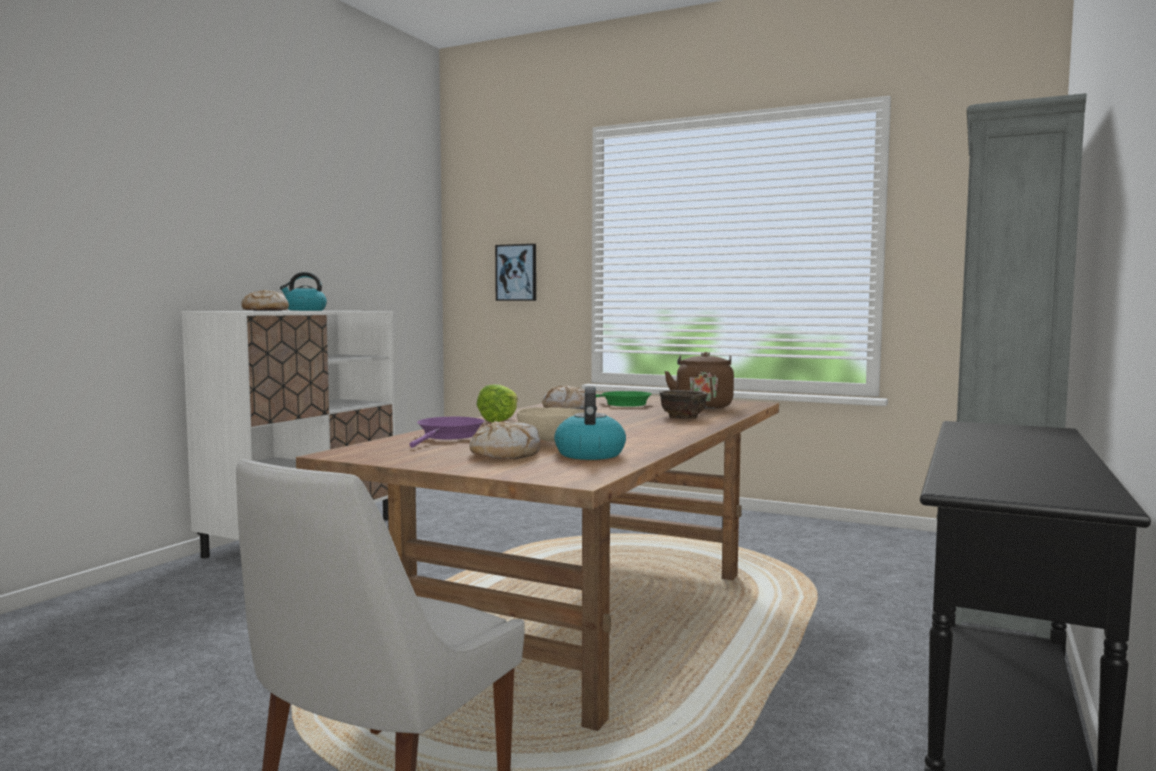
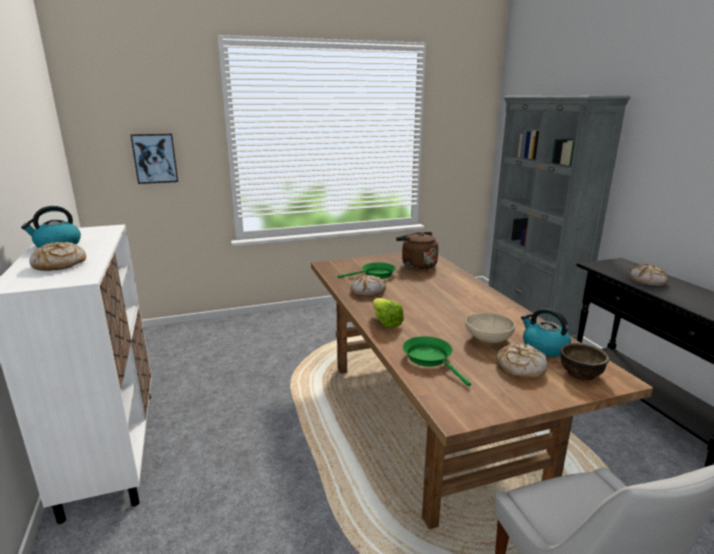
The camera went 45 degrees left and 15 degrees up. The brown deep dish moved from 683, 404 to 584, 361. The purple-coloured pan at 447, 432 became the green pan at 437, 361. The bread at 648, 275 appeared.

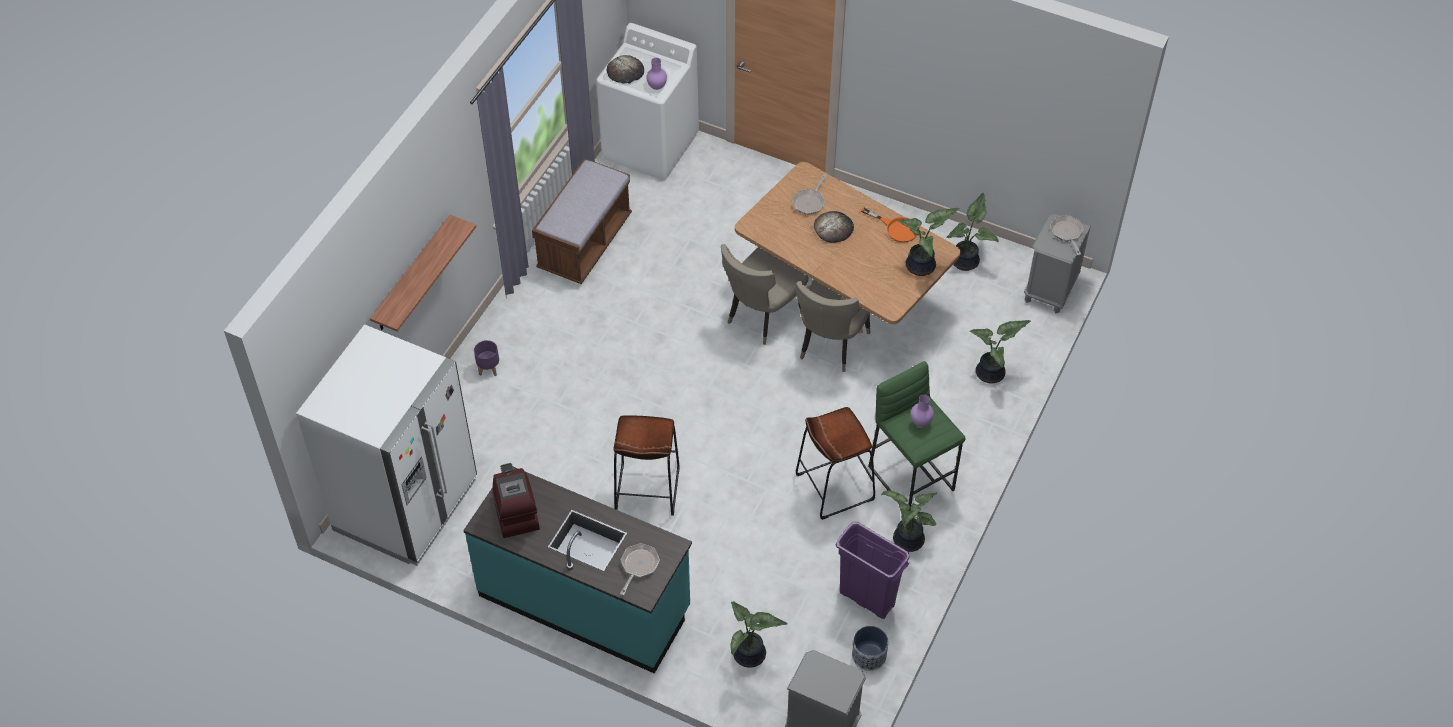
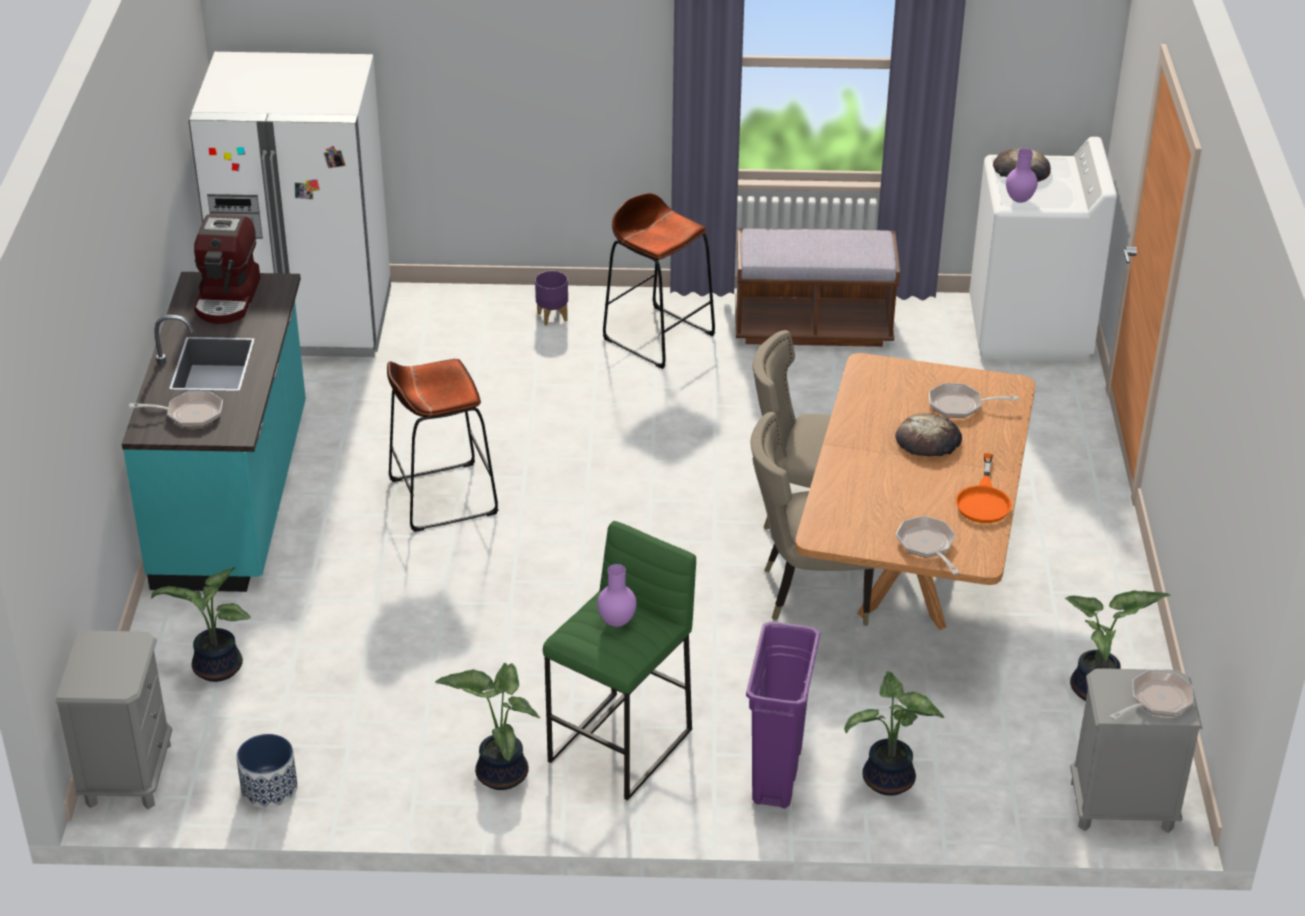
The camera went 65 degrees right and 15 degrees down. The plant in a pot at 929, 242 was replaced by the pan at 928, 545. The bracket shelf at 423, 273 disappeared. The brown stool seat moved from 835, 463 to 659, 281. The coffee brewer at 516, 500 turned 135 degrees clockwise. The purple-coloured trash can moved from 873, 570 to 783, 715.

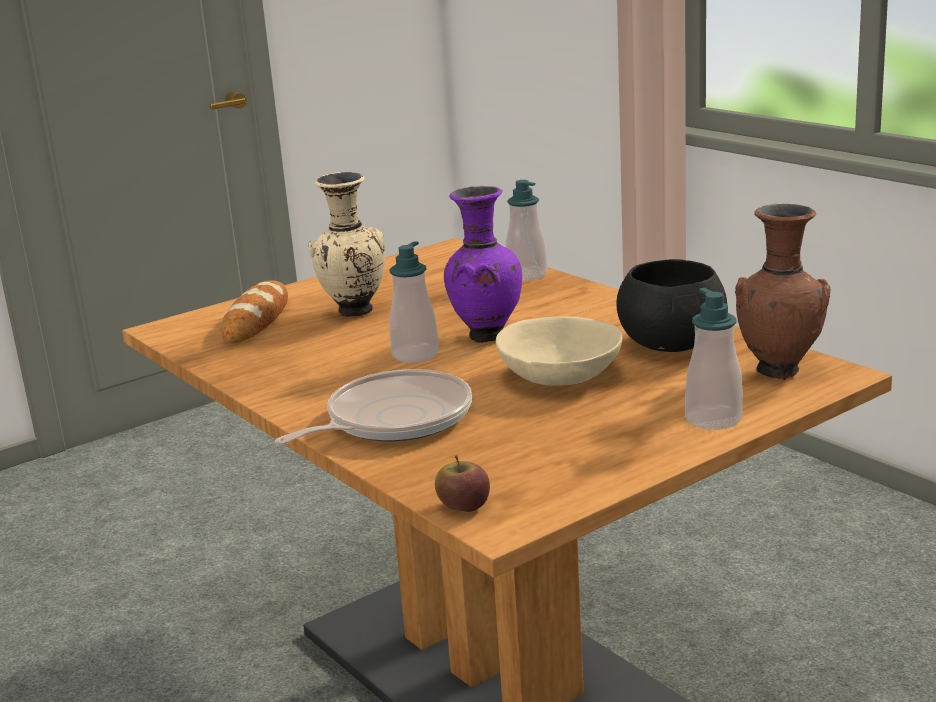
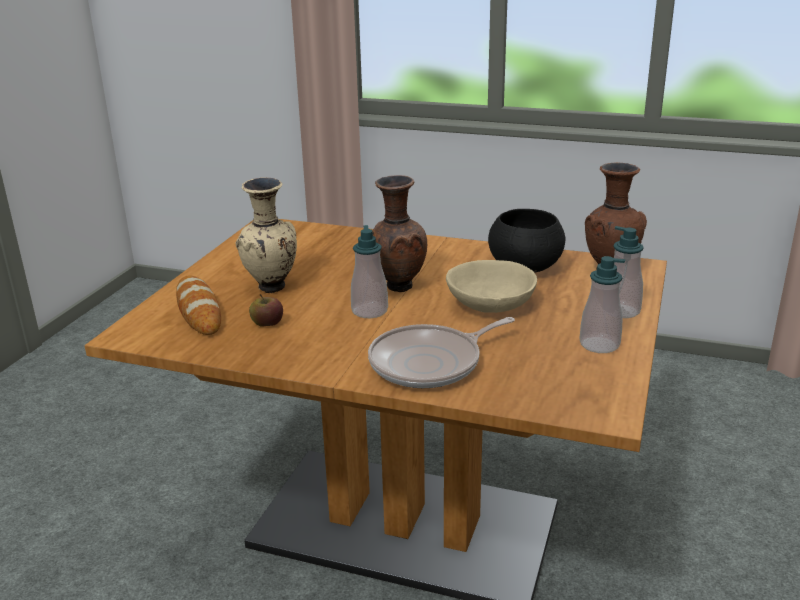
The camera went 35 degrees left and 5 degrees up. The soap bottle moved from 526, 230 to 602, 304. The purple-coloured vase at 483, 264 became the brown vase at 399, 233. The pan at 373, 407 turned 135 degrees counterclockwise. The apple moved from 462, 483 to 266, 310.

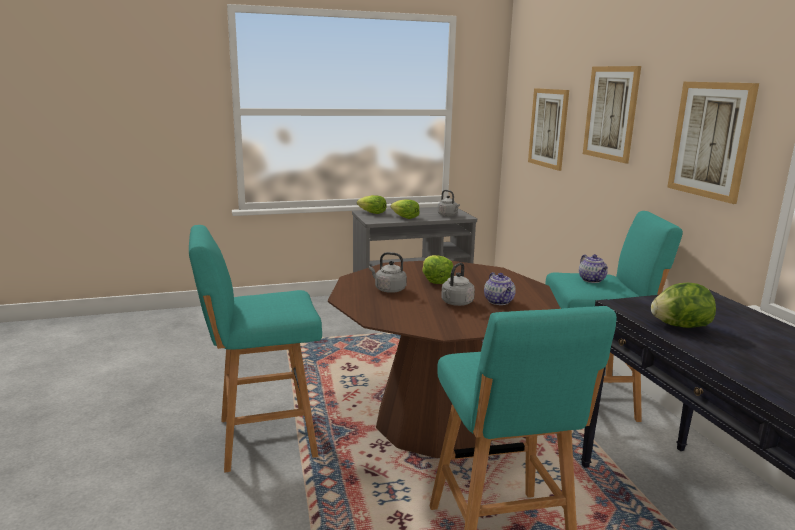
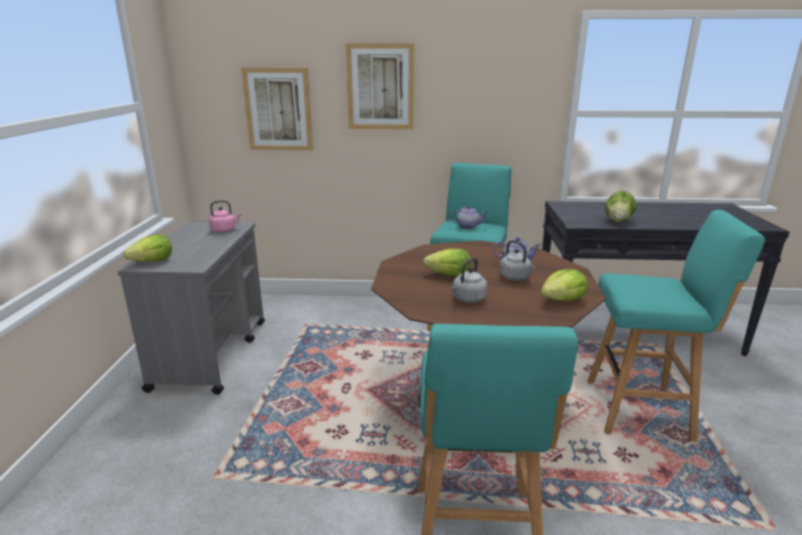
The camera went 70 degrees left and 5 degrees up. The wall picture at 713, 143 disappeared. The greyish tea kettle at 449, 203 became the pinkish tea kettle at 225, 216. The head of lettuce moved from 405, 209 to 564, 285.

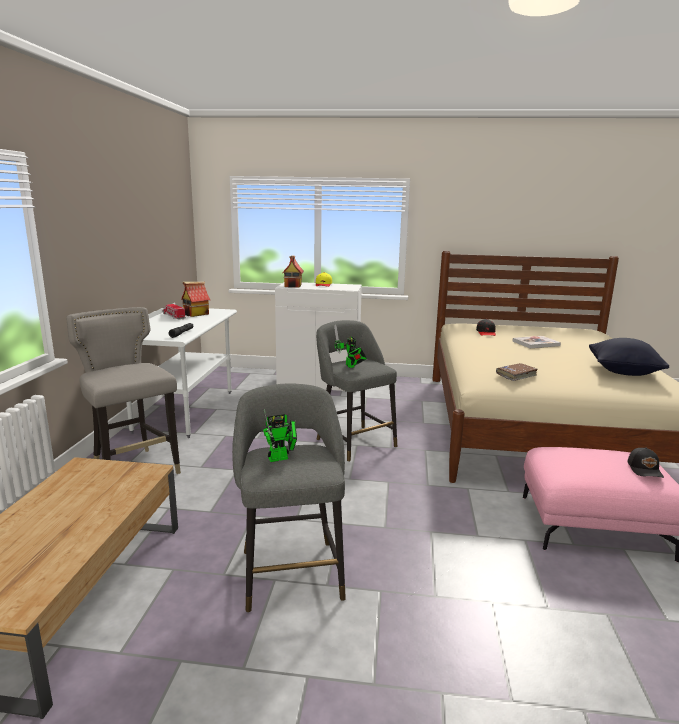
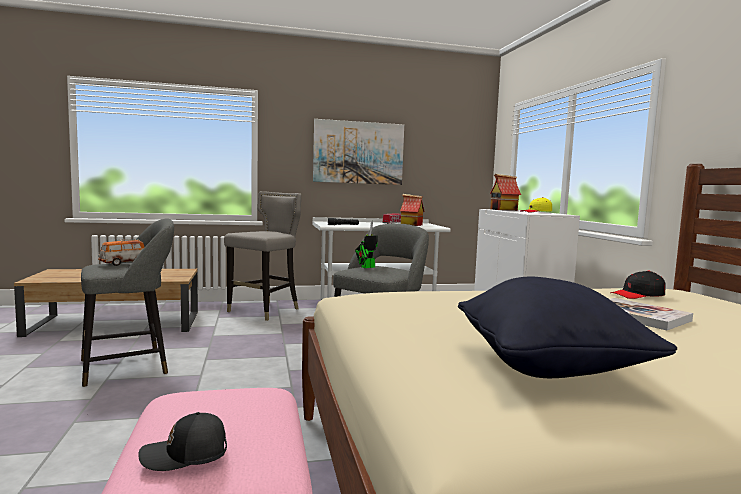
The camera went 70 degrees right and 10 degrees down. The brown book at 516, 372 disappeared. The model robot at 280, 435 was replaced by the model car at 121, 252. The wall picture at 358, 152 appeared.

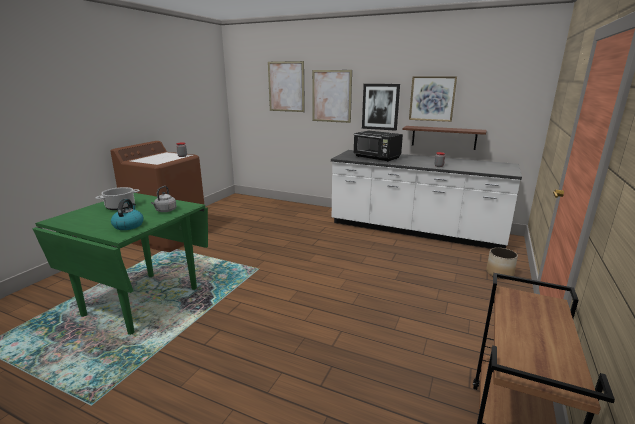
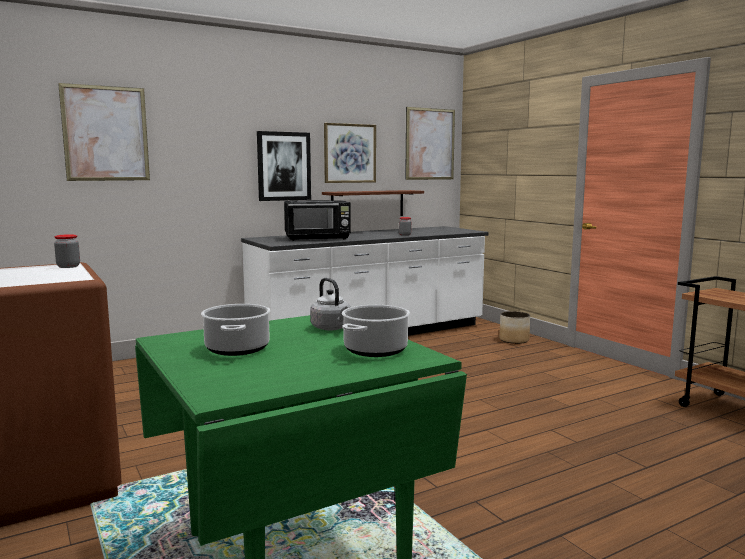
The camera went 55 degrees left and 10 degrees down. The wall picture moved from 332, 96 to 430, 143. The tea kettle at 127, 214 was replaced by the cooking pot at 376, 331.

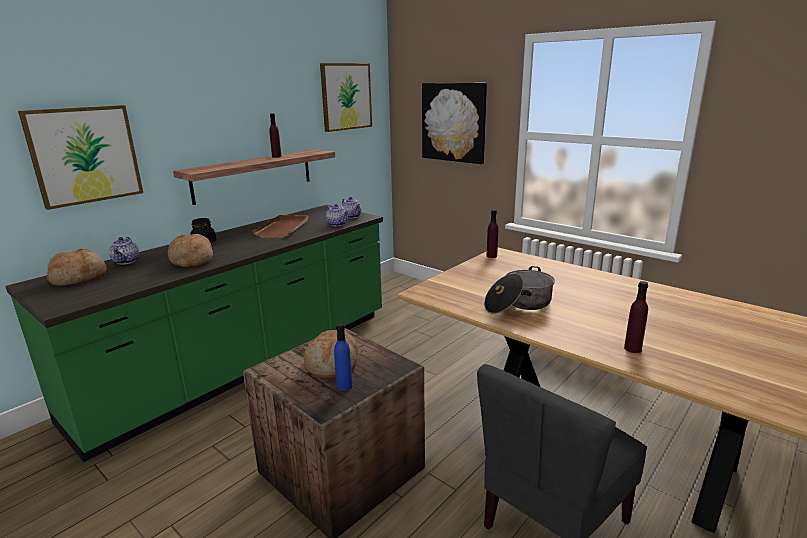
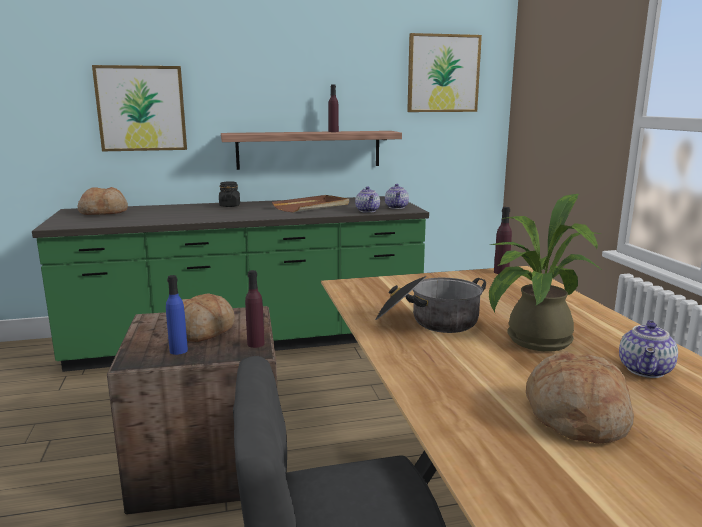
The camera went 35 degrees right and 5 degrees down. The wall picture at 454, 123 disappeared. The bread moved from 190, 250 to 580, 397. The teapot moved from 124, 251 to 648, 349. The purple-coloured beverage bottle moved from 636, 317 to 255, 309. The plant in a pot at 546, 272 appeared.

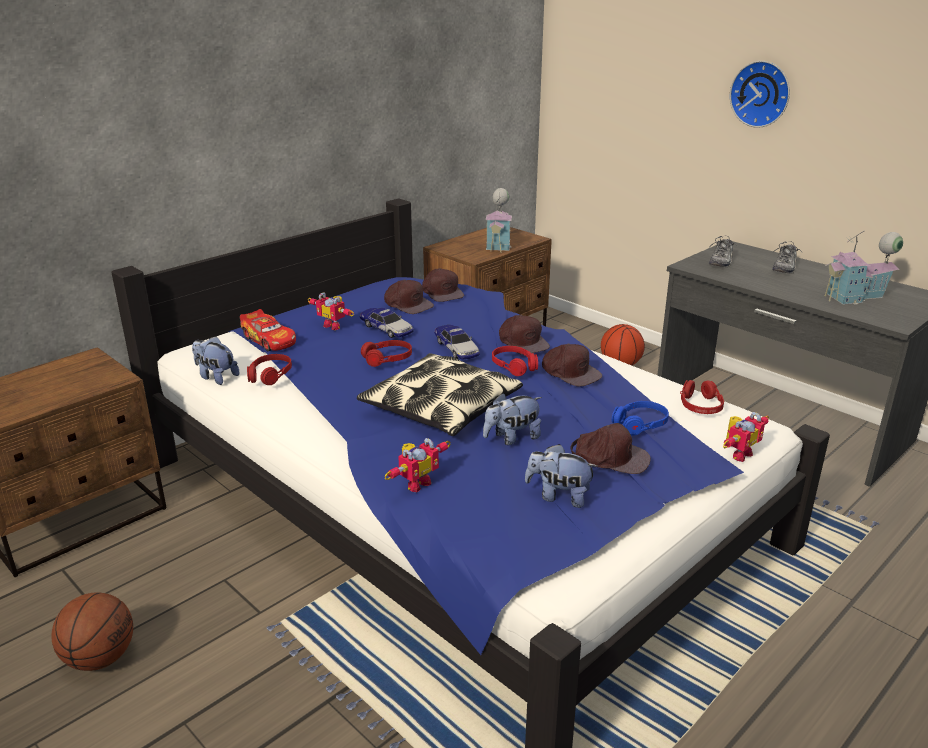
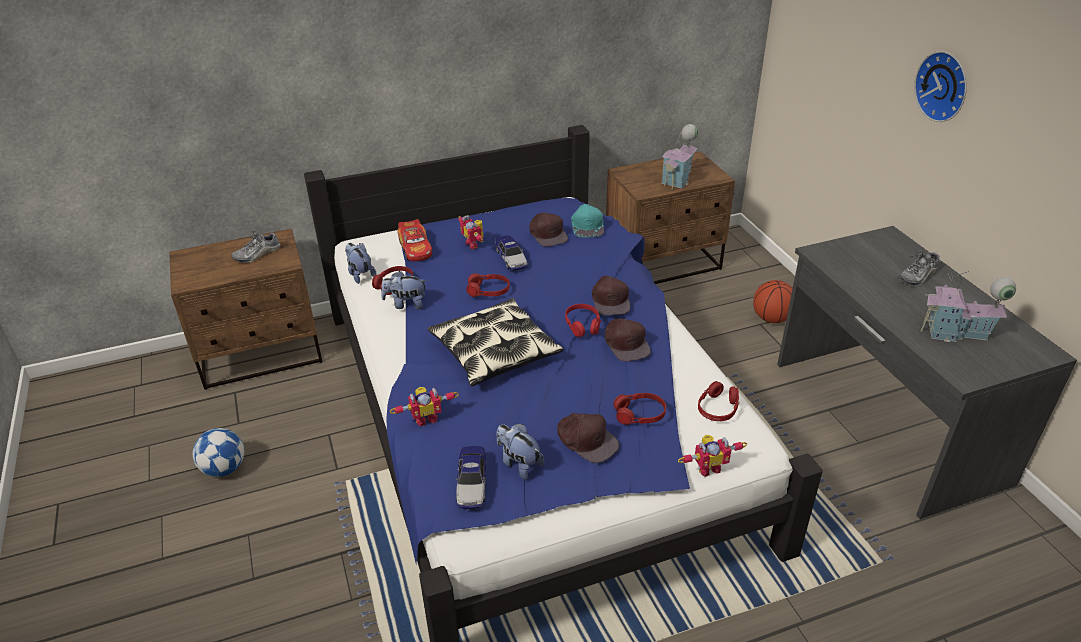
The camera went 25 degrees right and 10 degrees up. The item of footwear moved from 723, 251 to 255, 247. The brown peaked cap at 443, 285 became the turquoise peaked cap at 587, 220. The model car moved from 457, 342 to 470, 477. The plush toy moved from 512, 419 to 404, 290. The blue pair of headphones at 640, 418 became the red pair of headphones at 639, 409. The basketball ball at 92, 631 was replaced by the football at 218, 452.

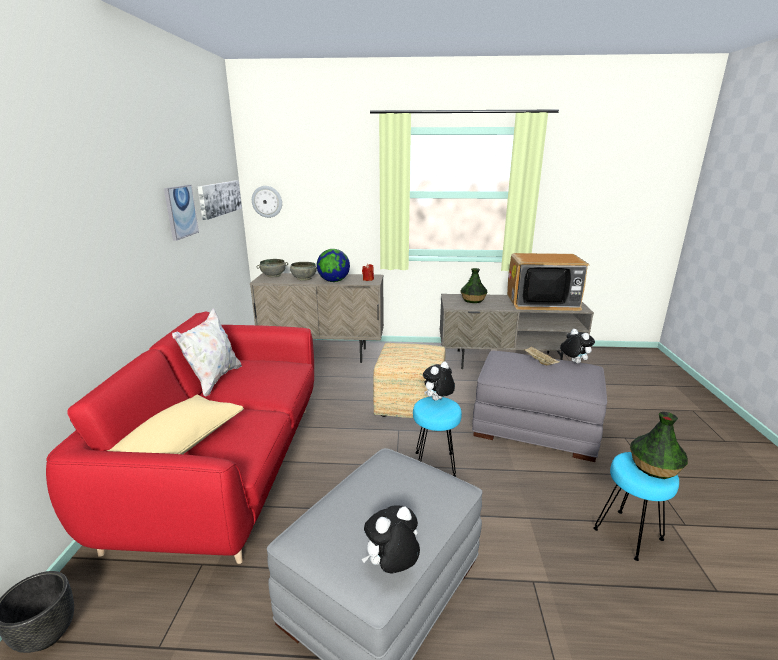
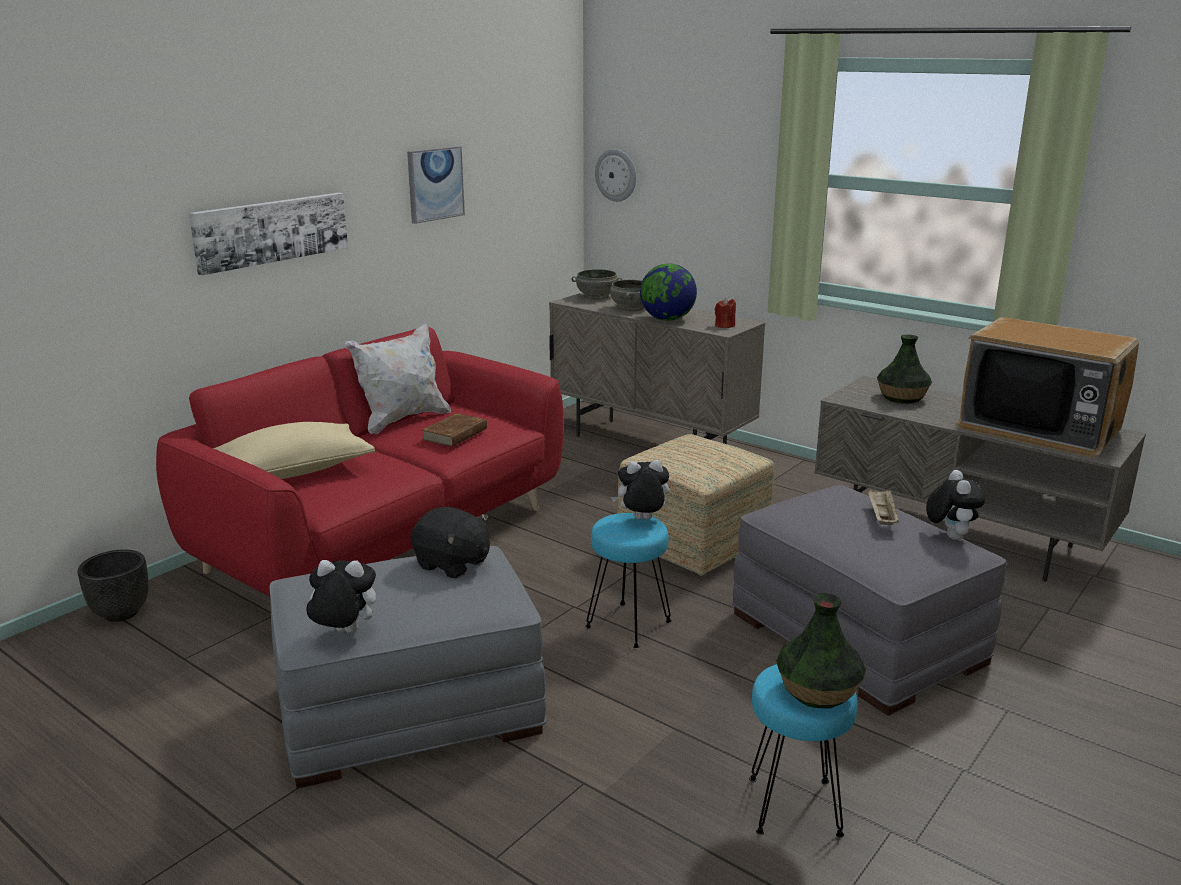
The camera went 35 degrees right and 0 degrees up. The wall picture moved from 220, 200 to 268, 234. The brown book at 454, 430 appeared. The black-coloured plush toy at 450, 543 appeared.

